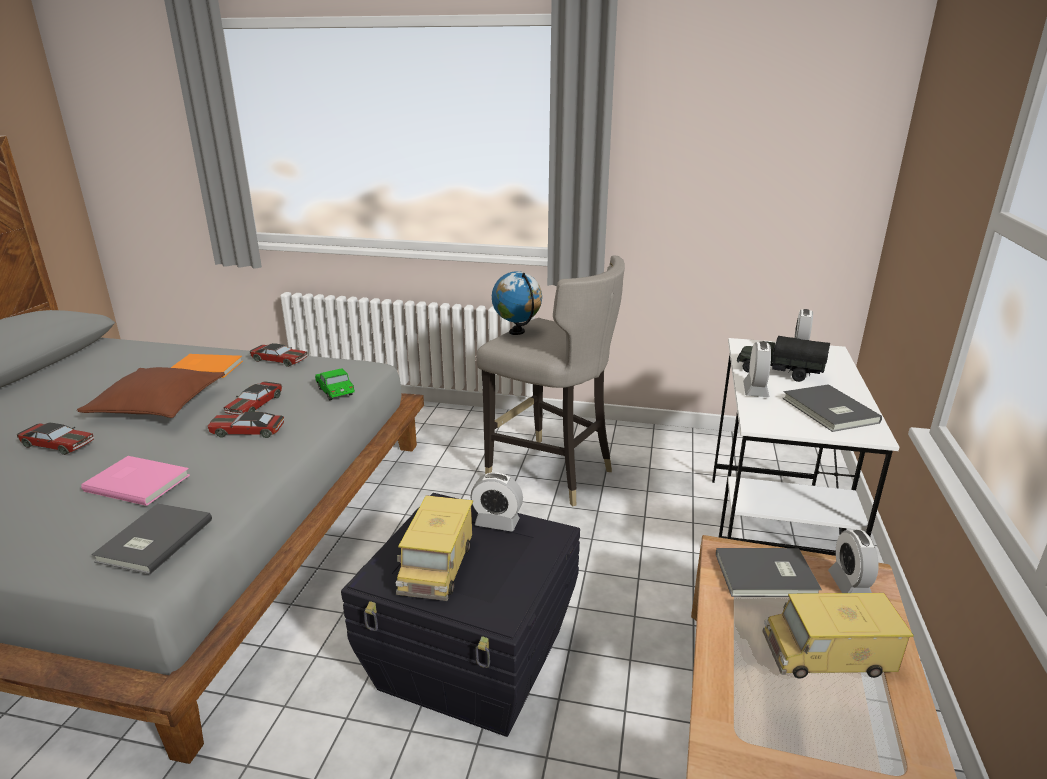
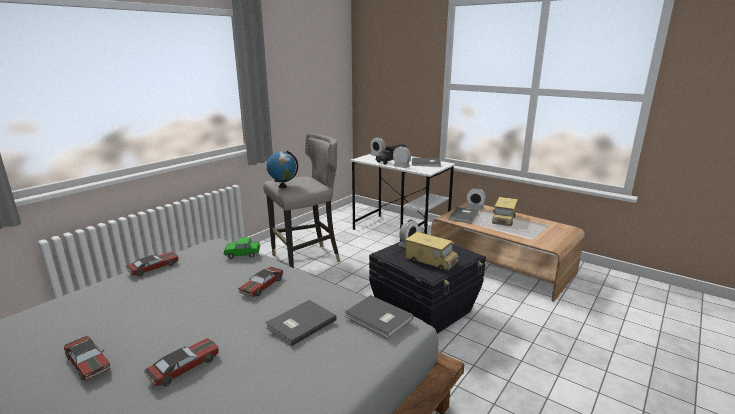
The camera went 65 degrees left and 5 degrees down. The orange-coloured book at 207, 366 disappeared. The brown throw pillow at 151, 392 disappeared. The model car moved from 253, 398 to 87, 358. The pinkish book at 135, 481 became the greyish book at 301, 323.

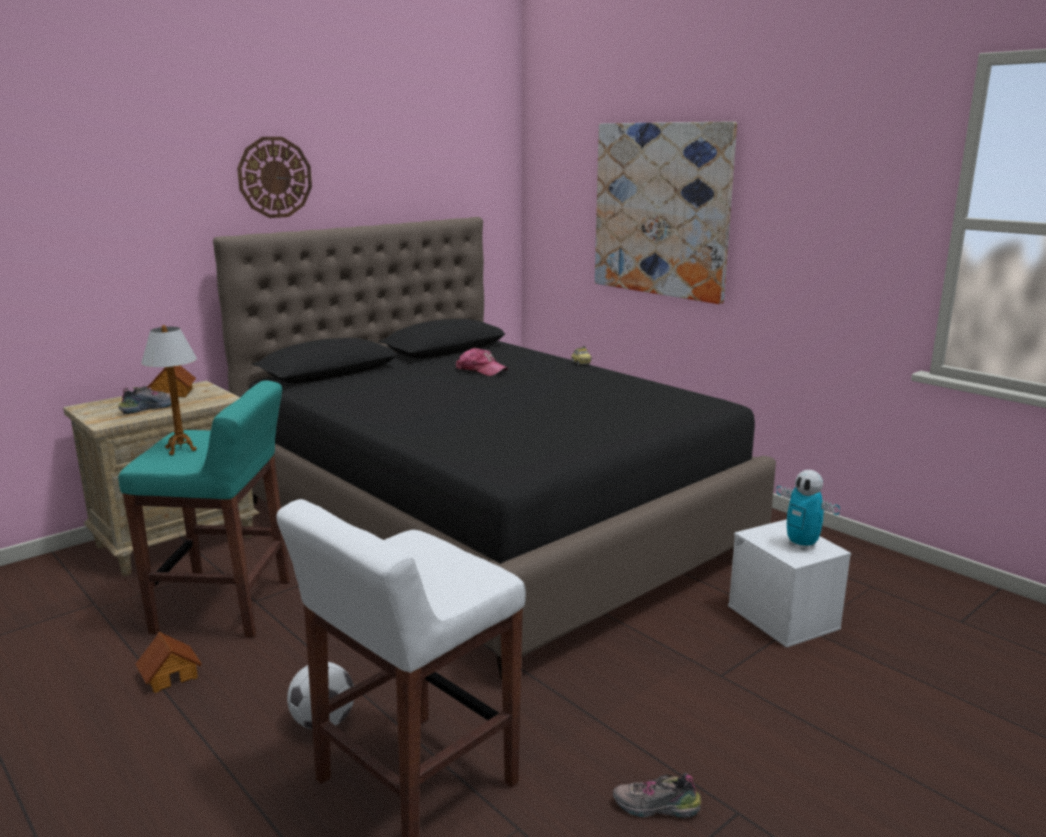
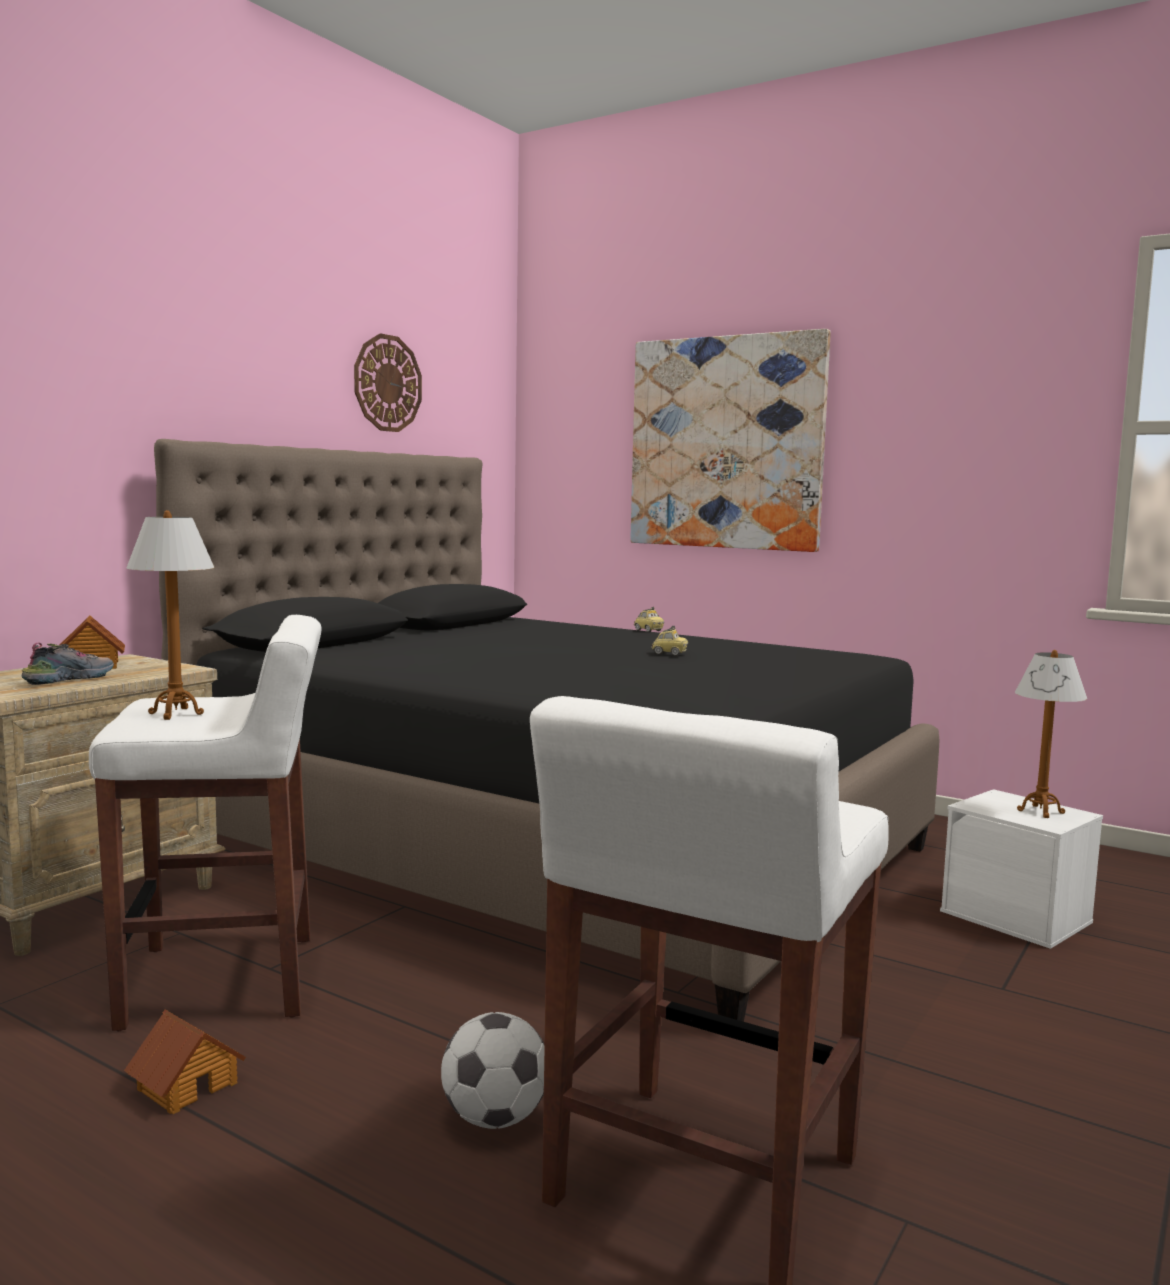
The camera went 15 degrees left and 10 degrees down. The hanging clock moved from 274, 177 to 388, 382. The peaked cap at 482, 362 disappeared. The turquoise stool seat at 204, 509 became the white stool seat at 205, 823. The model robot at 808, 510 was replaced by the tabletop lamp at 1051, 734. The item of footwear at 657, 795 disappeared. The model car at 669, 641 appeared.

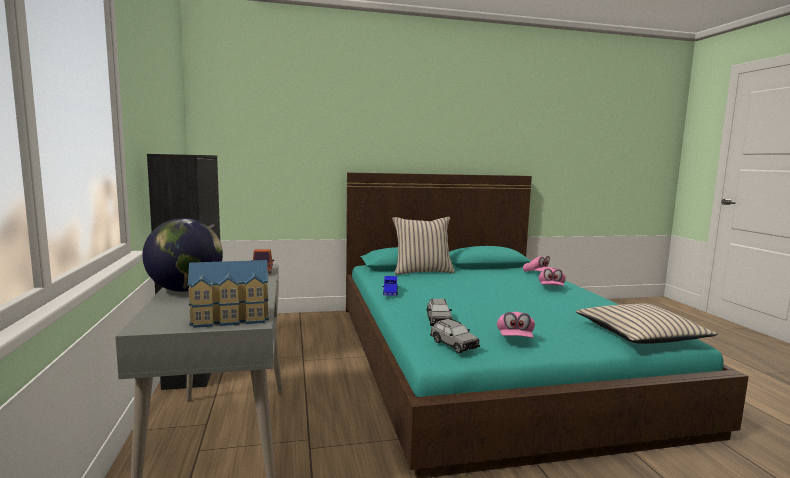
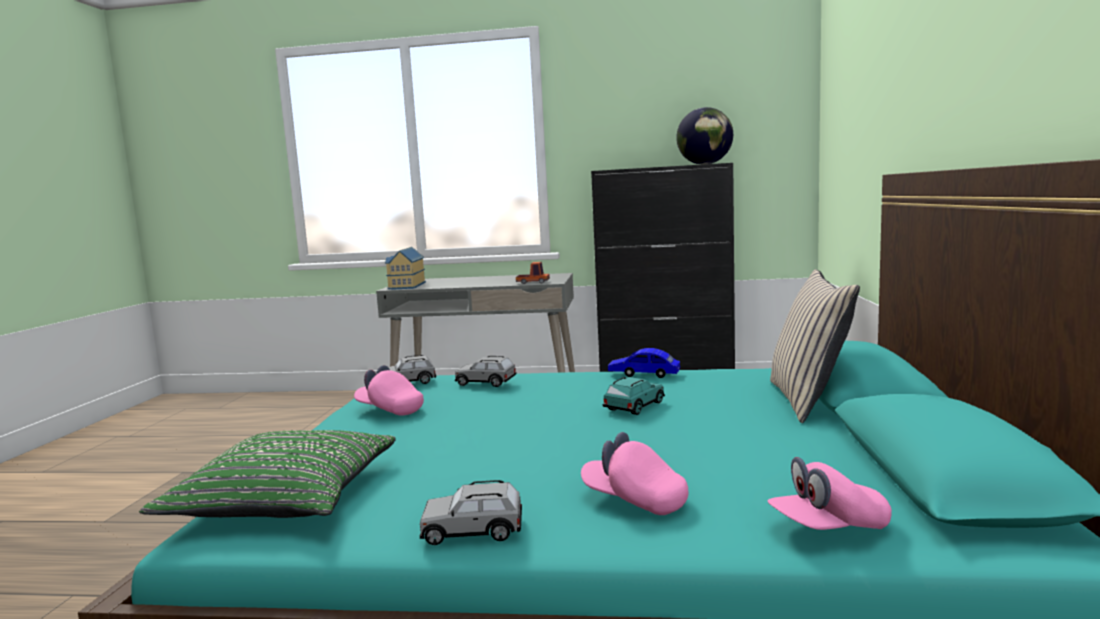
The camera went 110 degrees right and 0 degrees up. The globe moved from 182, 255 to 704, 136. The beige throw pillow at 647, 323 became the green throw pillow at 267, 474. The turquoise model car at 633, 396 appeared. The greyish model car at 471, 512 appeared.

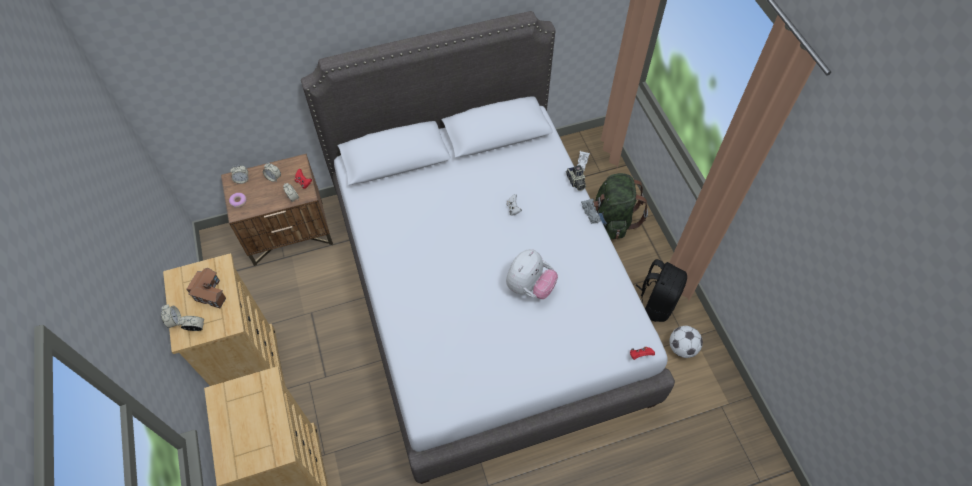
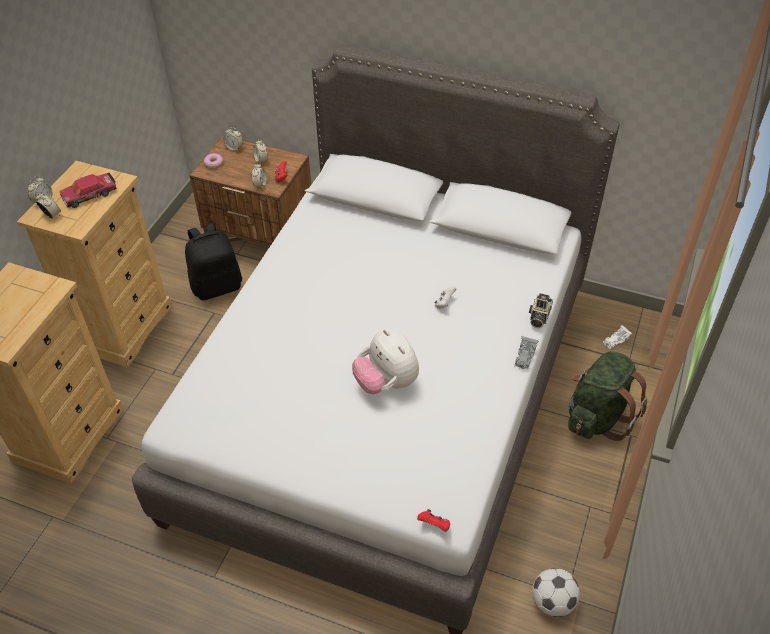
The camera went 40 degrees right and 10 degrees down. The plush toy at 532, 274 turned 75 degrees clockwise. The black-coloured backpack moved from 661, 290 to 213, 261. The model house at 206, 288 was replaced by the model car at 88, 190.

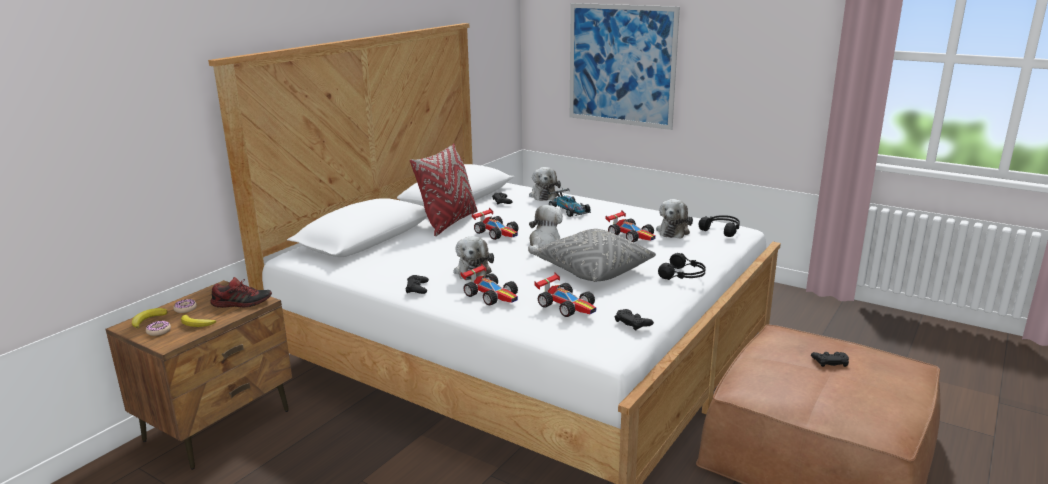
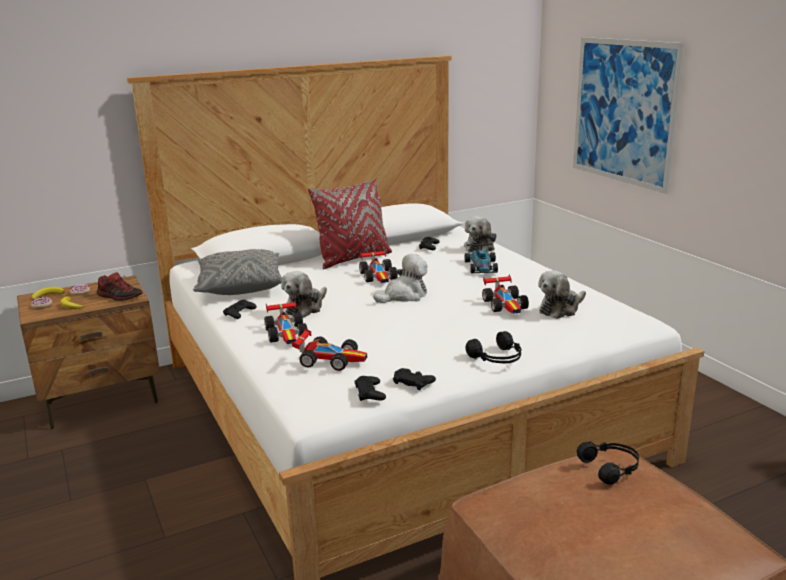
The camera went 30 degrees right and 0 degrees up. The black-coloured pair of headphones moved from 719, 226 to 608, 463. The greyish throw pillow moved from 593, 255 to 238, 272. The model car at 565, 295 turned 60 degrees counterclockwise. The black-coloured game controller moved from 830, 359 to 414, 379.

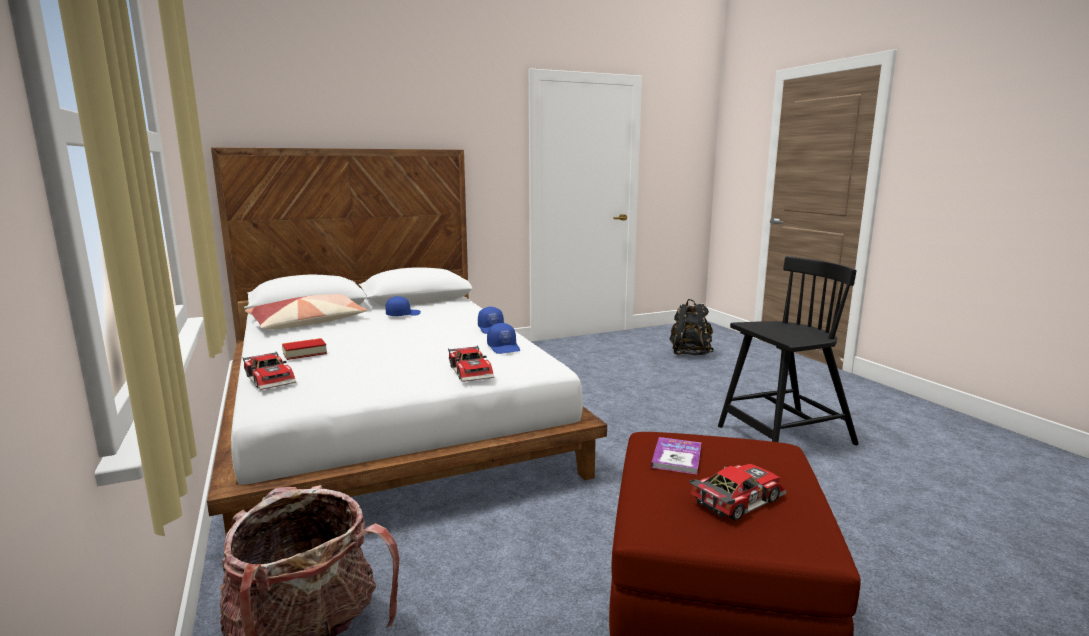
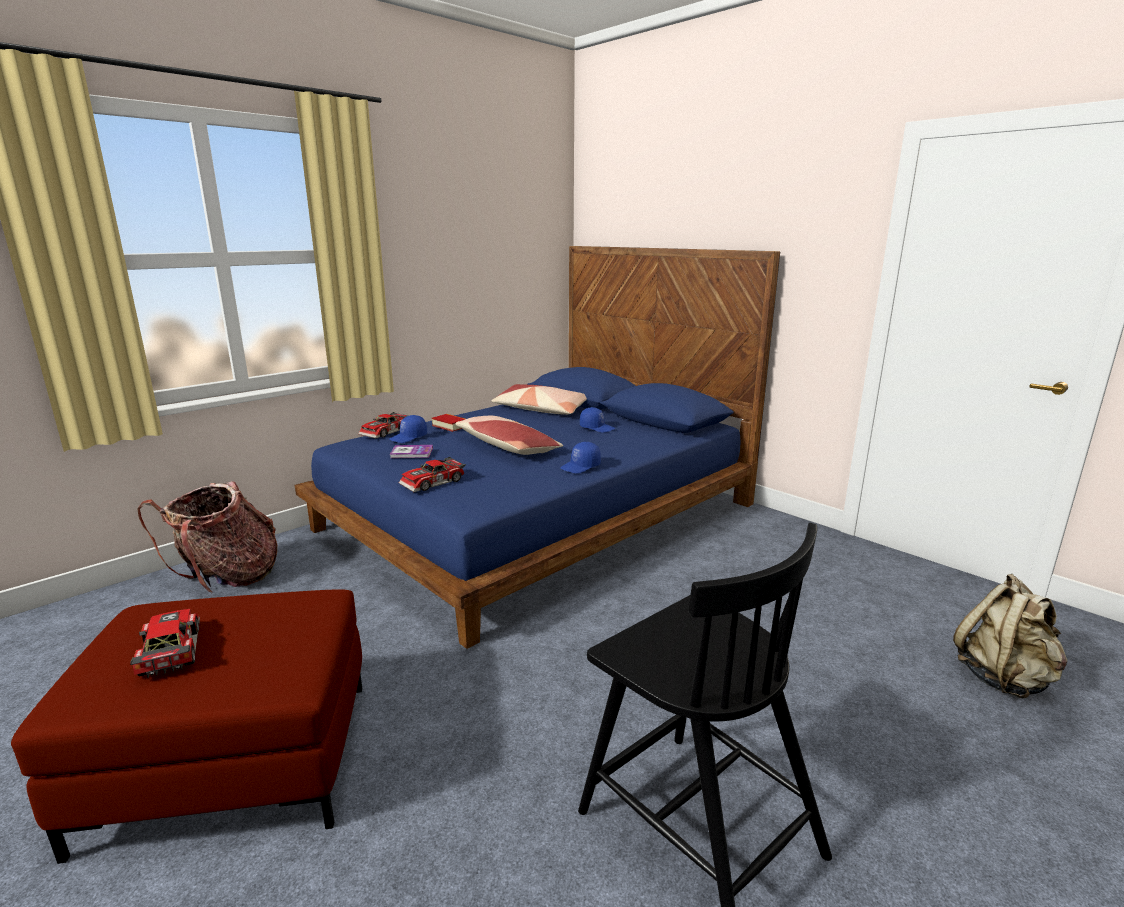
The camera went 70 degrees right and 5 degrees up. The white sleeping bed at 407, 340 became the blue sleeping bed at 537, 447. The black-coloured backpack at 691, 327 became the beige backpack at 1010, 636. The blue peaked cap moved from 503, 338 to 408, 429. The book moved from 676, 455 to 411, 451. The model car at 738, 492 turned 150 degrees counterclockwise. The throw pillow at 509, 435 appeared.

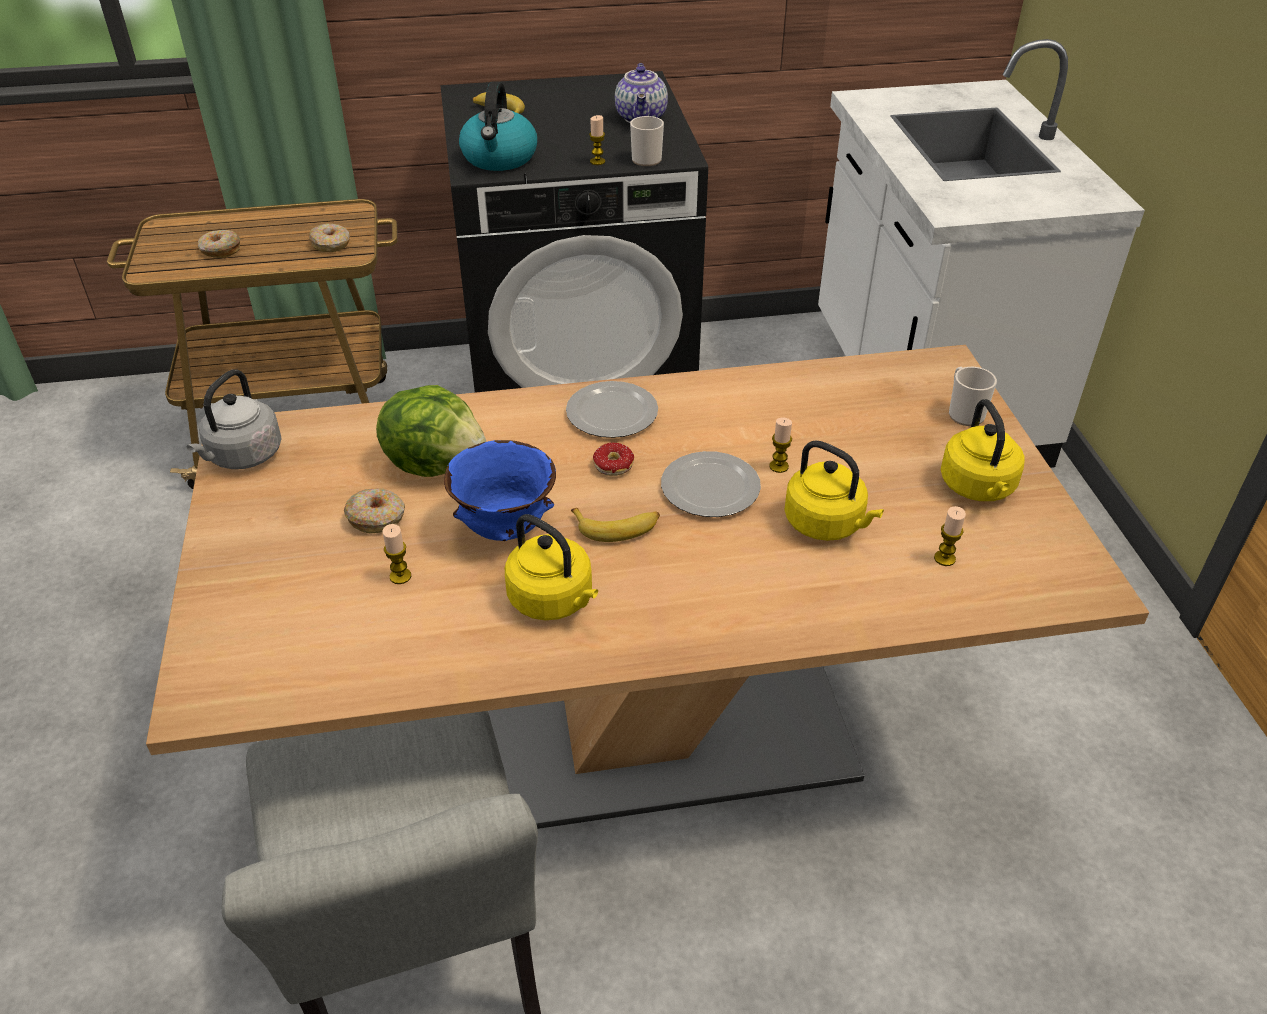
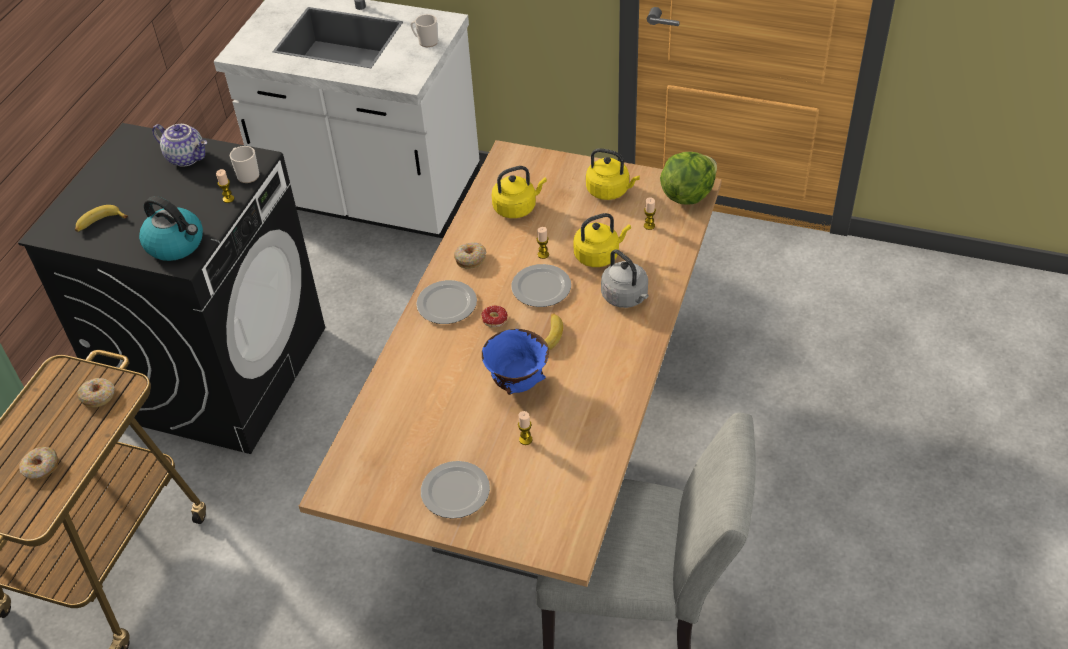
The camera went 60 degrees left and 5 degrees up. The coffee mug moved from 973, 396 to 424, 30. The greyish tea kettle moved from 234, 419 to 625, 278. The head of lettuce moved from 431, 431 to 688, 178. The doughnut moved from 374, 510 to 470, 255. The yellow tea kettle moved from 551, 567 to 519, 192. The plate at 455, 490 appeared.

